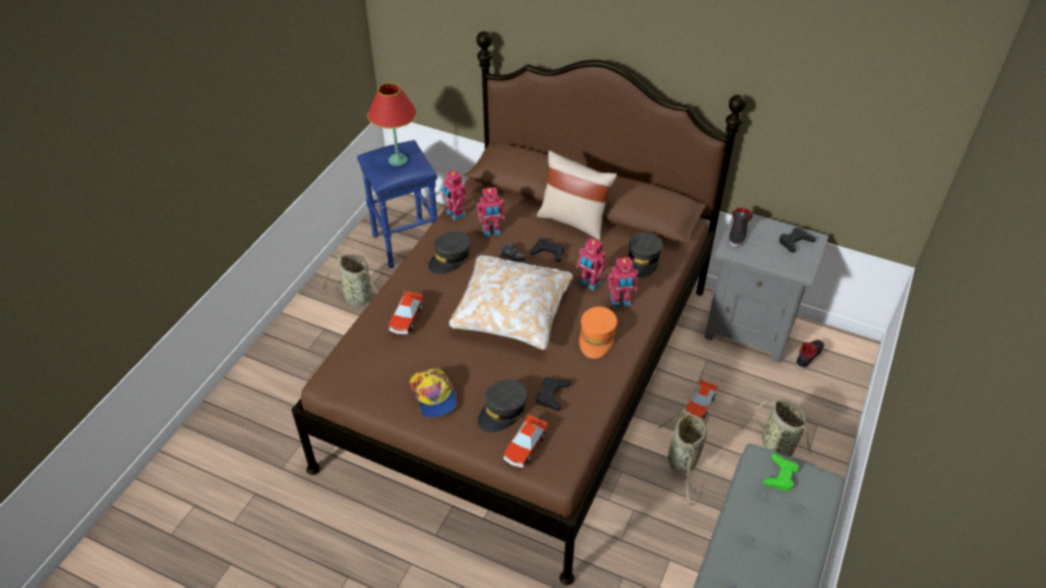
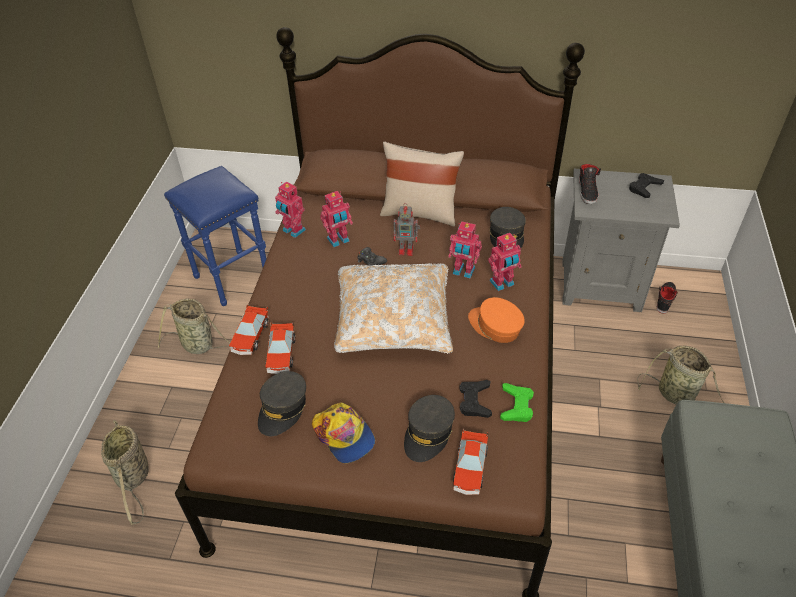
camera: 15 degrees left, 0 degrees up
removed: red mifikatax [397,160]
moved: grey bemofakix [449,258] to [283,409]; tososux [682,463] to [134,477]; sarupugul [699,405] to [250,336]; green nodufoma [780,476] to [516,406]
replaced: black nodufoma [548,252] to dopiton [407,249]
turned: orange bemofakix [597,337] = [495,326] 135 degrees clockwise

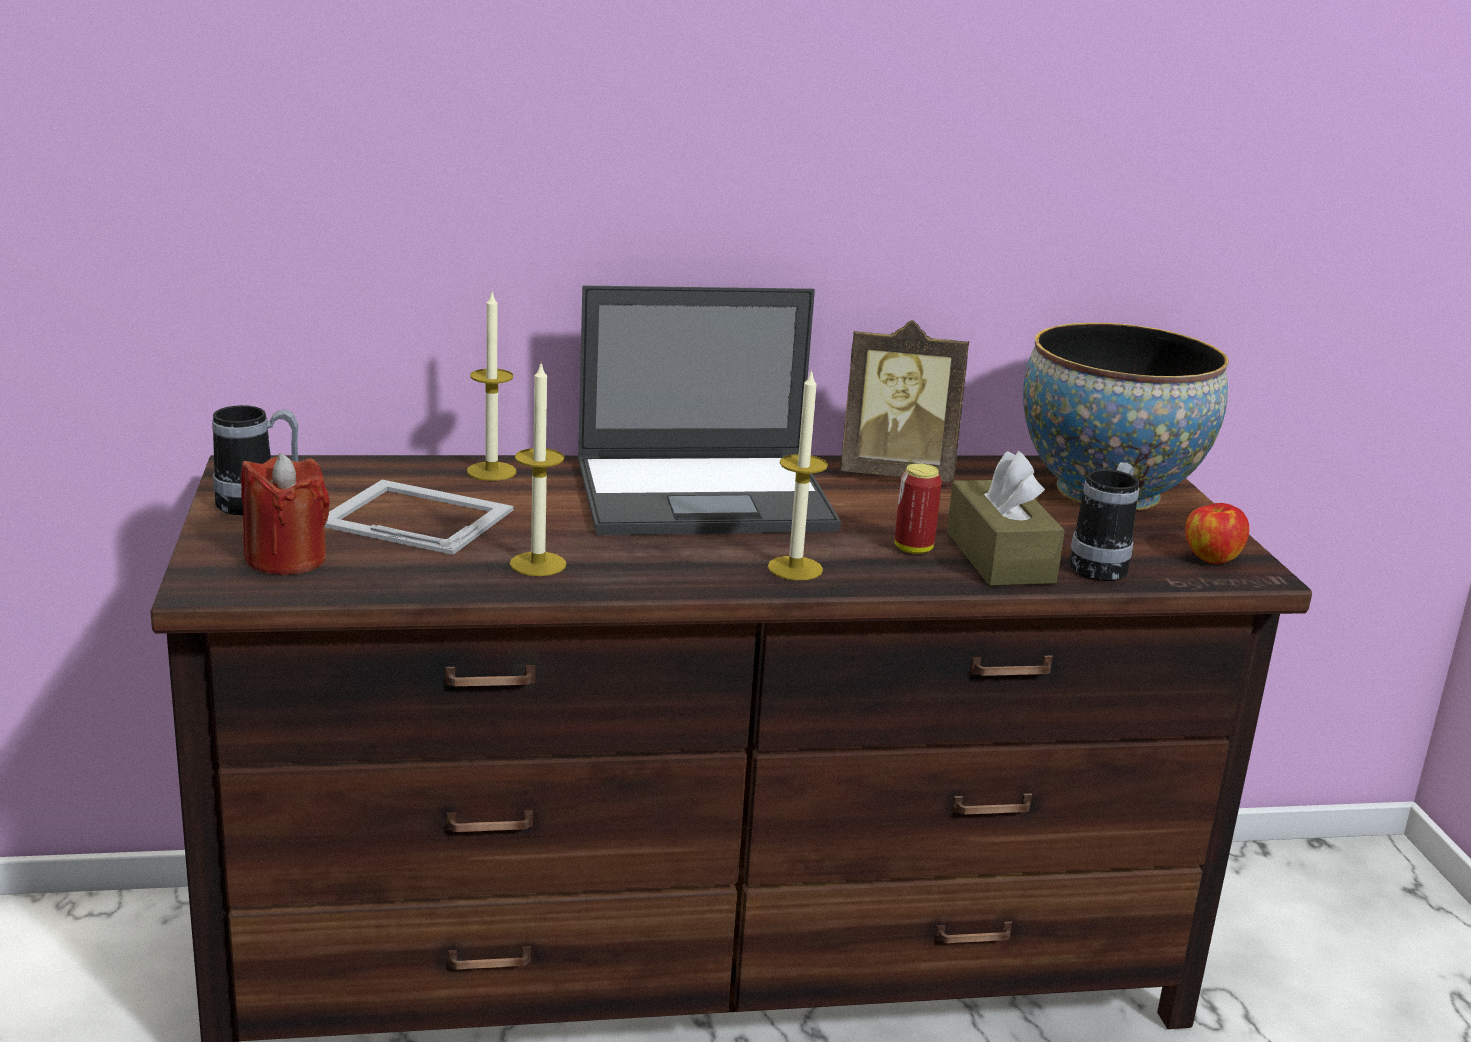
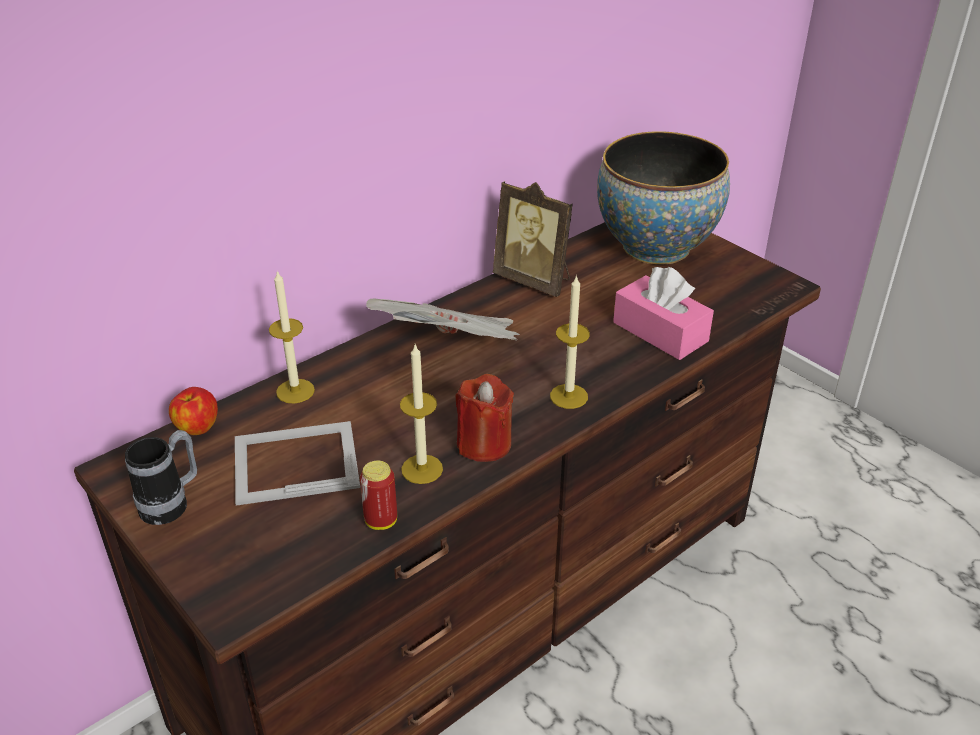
camera: 30 degrees left, 15 degrees up
removed: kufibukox [1102,565]
moved: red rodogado [286,559] to [484,444]; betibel [913,549] to [381,521]; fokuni [1211,558] to [197,427]
replaced: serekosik [707,496] to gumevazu [452,352]
recoloured: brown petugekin [999,557] to pink petugekin [660,332]
turned: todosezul [896,473] = [535,280] 60 degrees clockwise

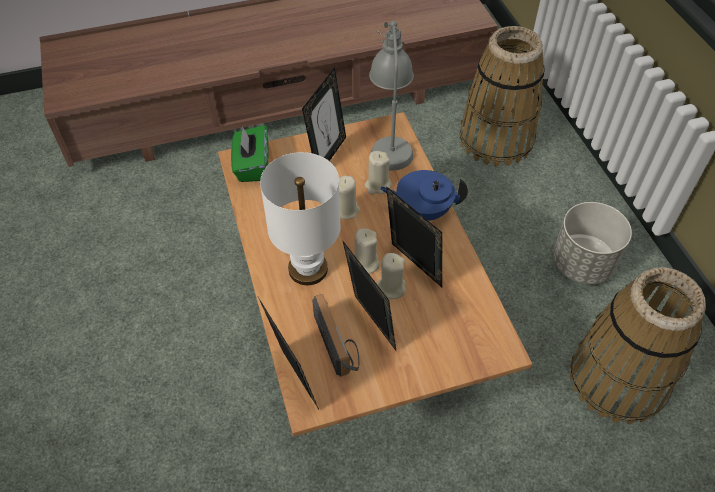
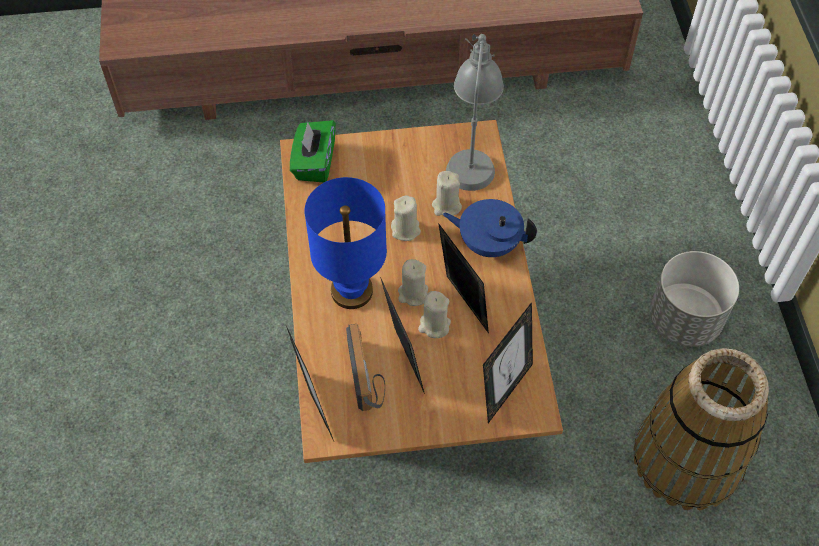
camera: 10 degrees right, 5 degrees up
removed: tososux [496,140]
moved: todosezul [327,155] to [505,389]
recoloured: white mifikatax [308,268] to blue mifikatax [352,290]

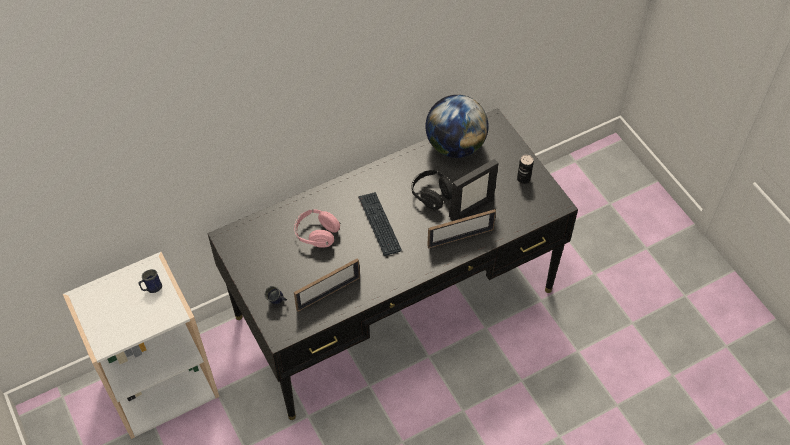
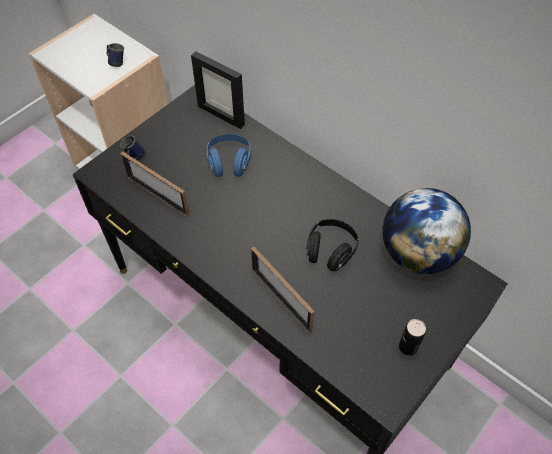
camera: 70 degrees right, 0 degrees up
removed: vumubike [379,224]
moved: todosezul [471,208] to [221,114]
recoloured: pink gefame [317,234] to blue gefame [229,163]

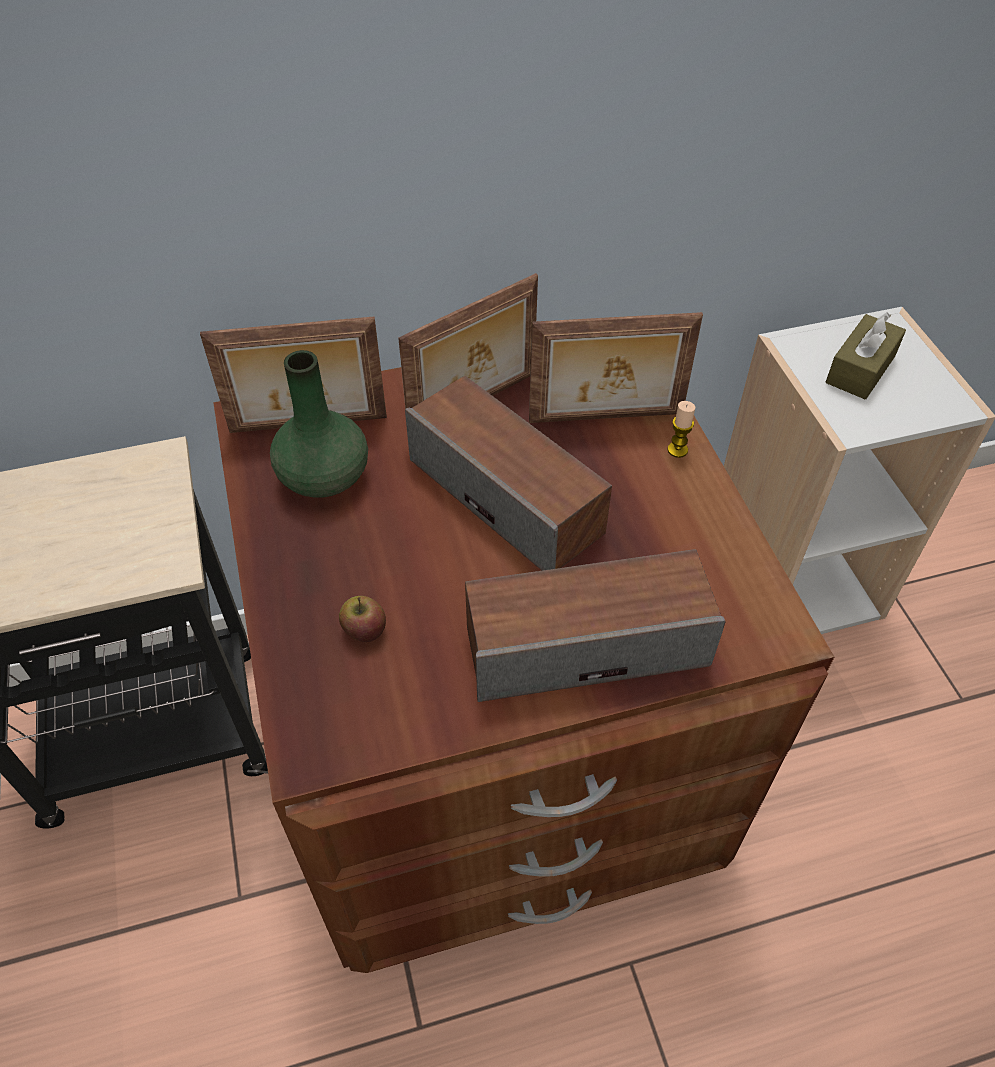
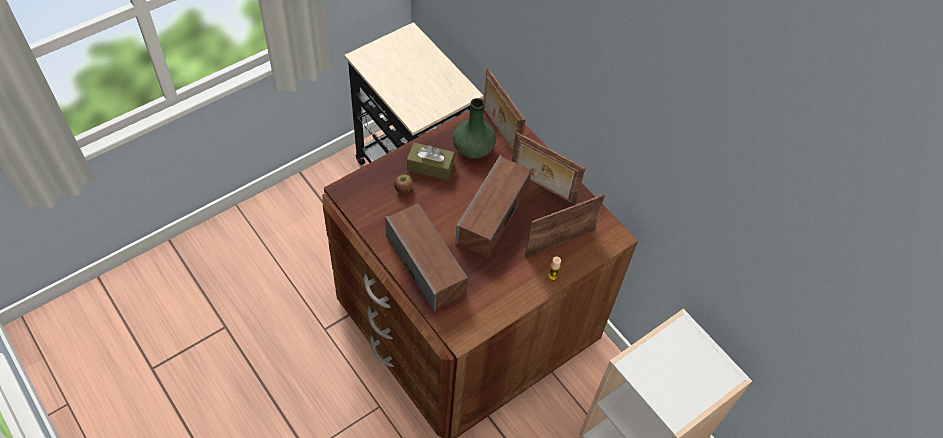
camera: 65 degrees right, 5 degrees up
moved: brown petugekin [860,369] to [430,167]
turned: todosezul [606,419] = [559,242] 90 degrees clockwise

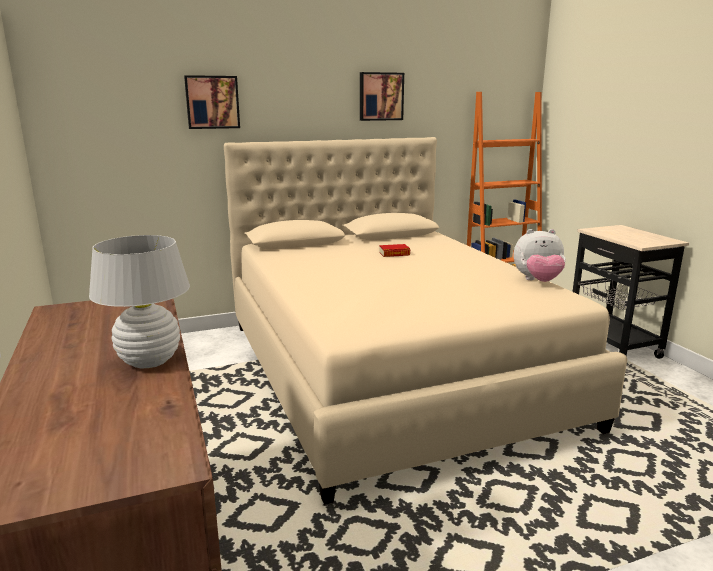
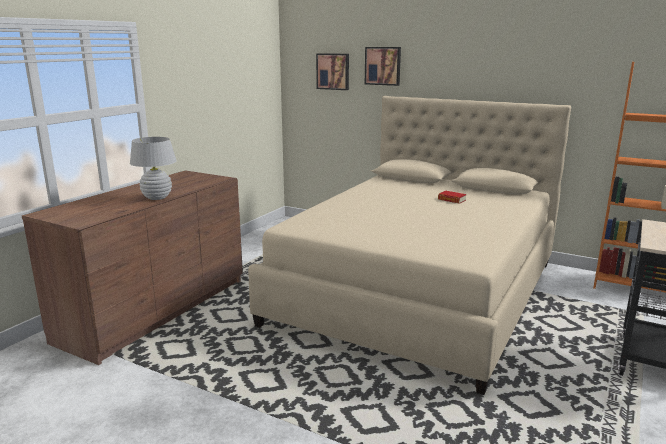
camera: 50 degrees right, 0 degrees up
removed: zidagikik [537,281]
moved: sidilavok [380,96] to [333,71]

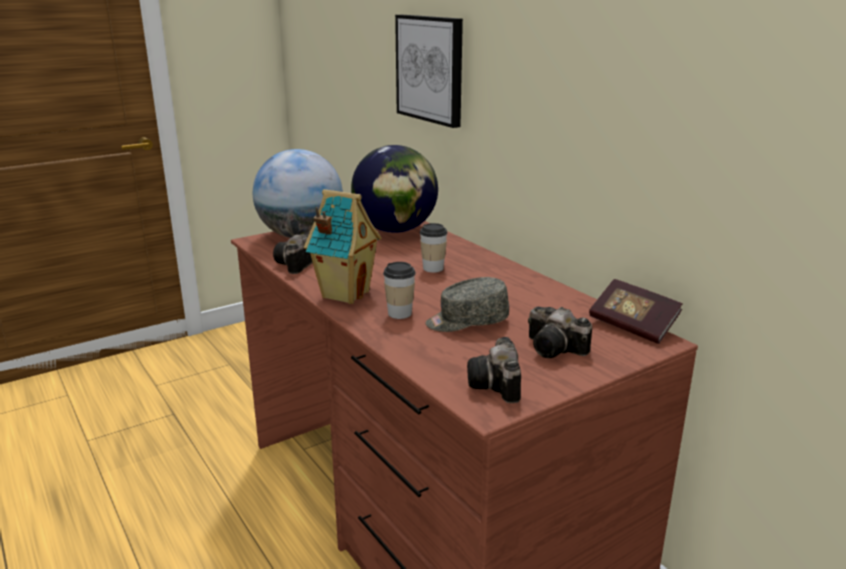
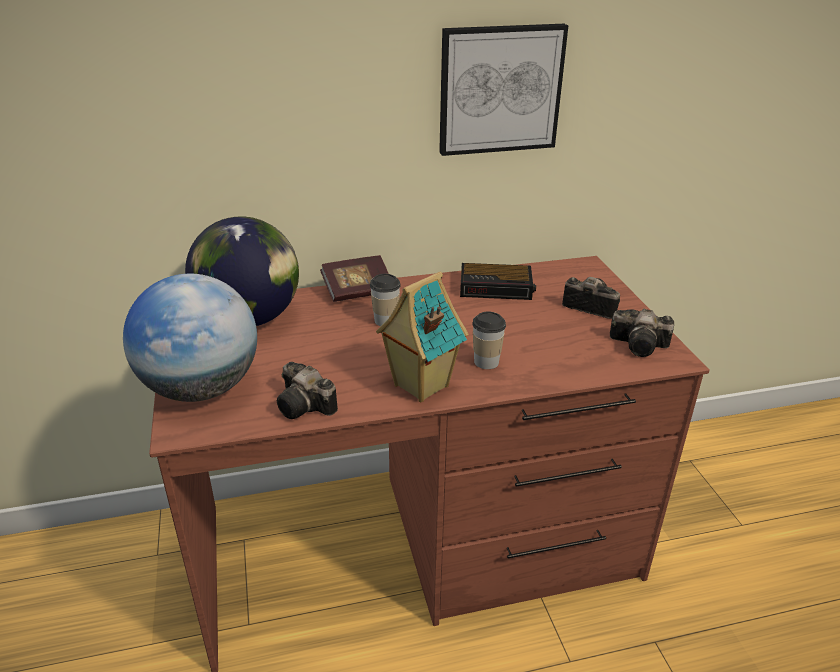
camera: 70 degrees left, 10 degrees up
removed: grey bemofakix [467,321]
added: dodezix [497,287]
moved: sidilavok [430,69] to [499,89]; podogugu [632,326] to [357,291]
turned: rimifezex [557,349] = [588,306] 120 degrees counterclockwise

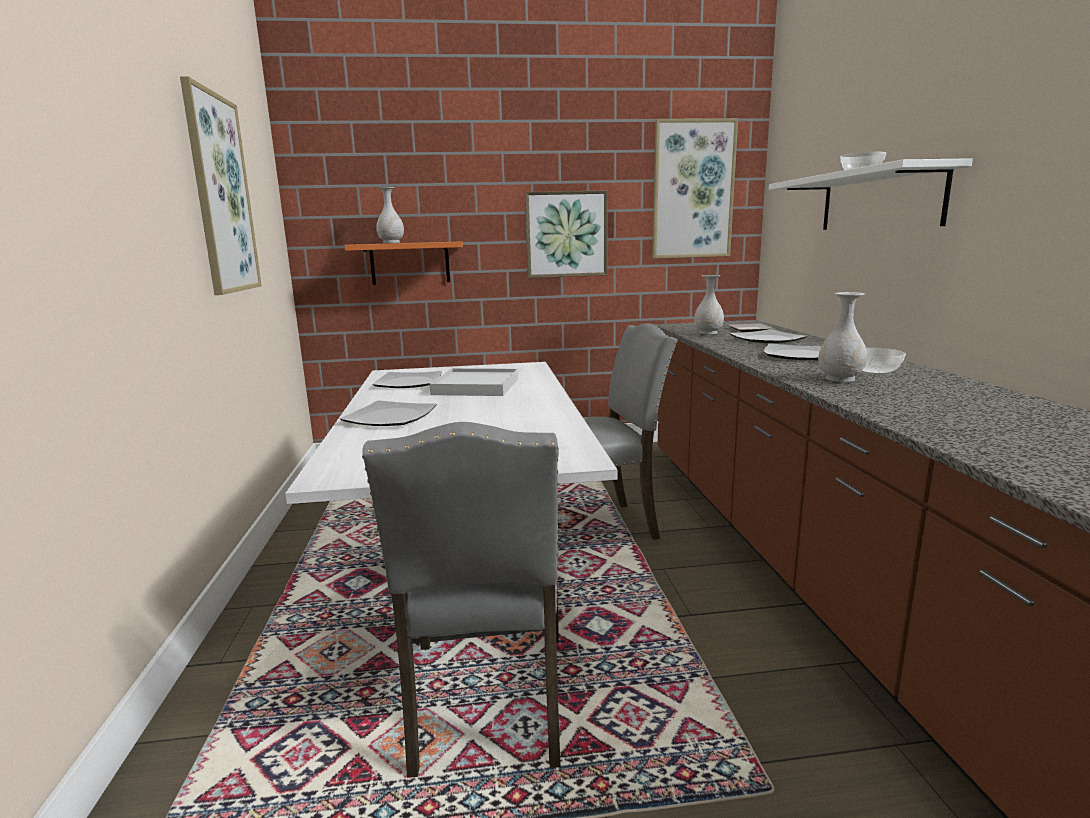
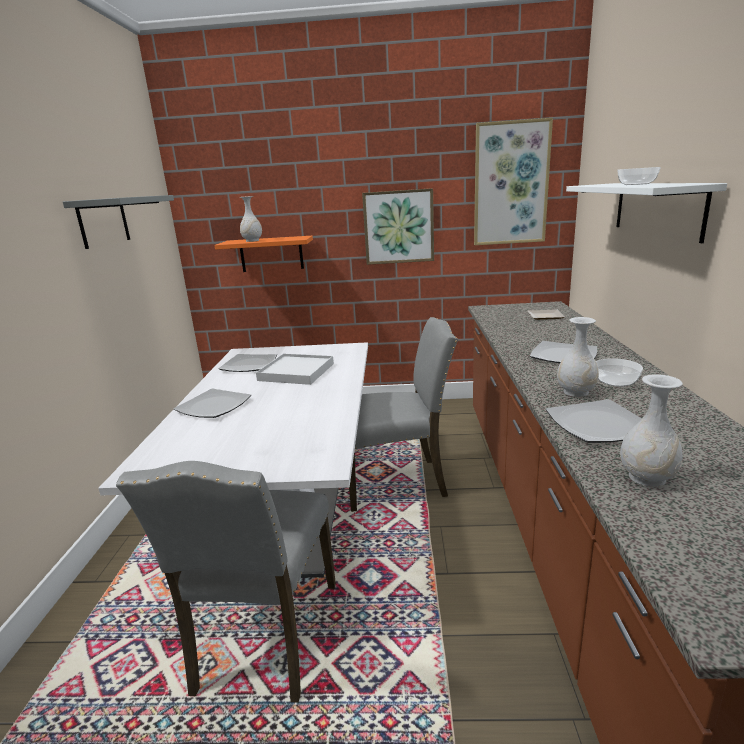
camera: 10 degrees right, 5 degrees up
moved: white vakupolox [708,333] to [647,478]; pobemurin [768,339] to [599,425]
replaced: sidilavok [221,195] to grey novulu [103,222]

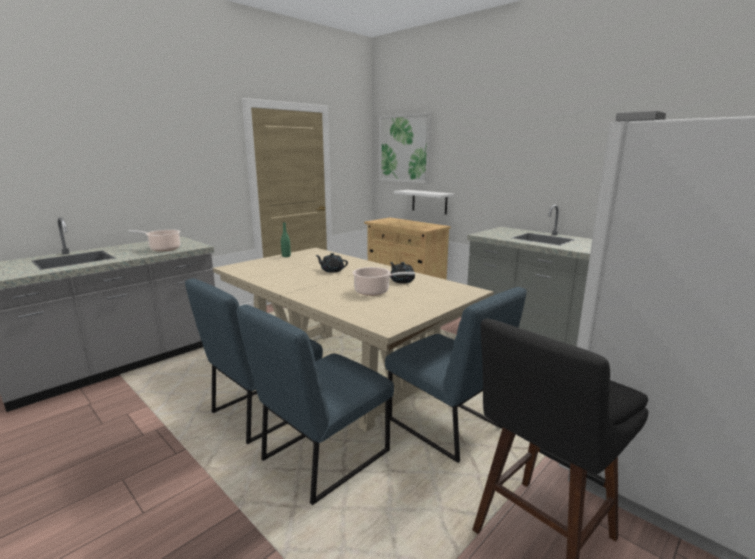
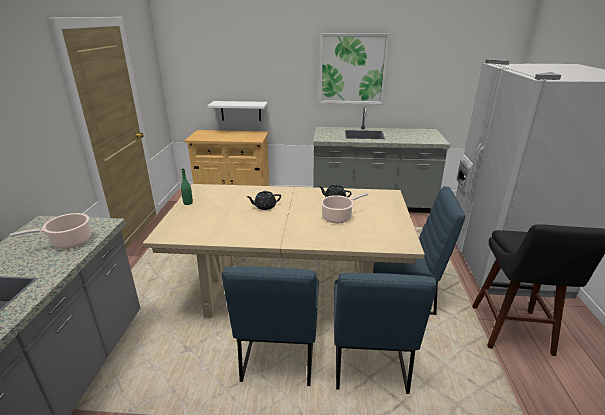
camera: 40 degrees left, 10 degrees up
moved: sidilavok [404,148] to [352,69]

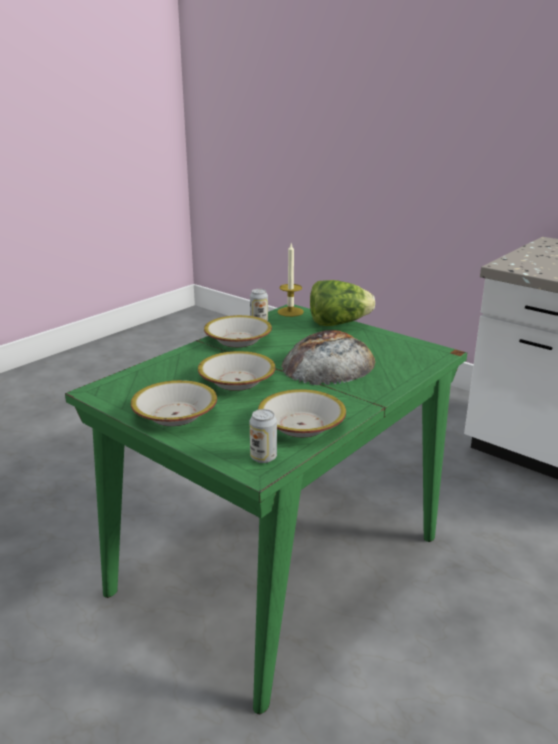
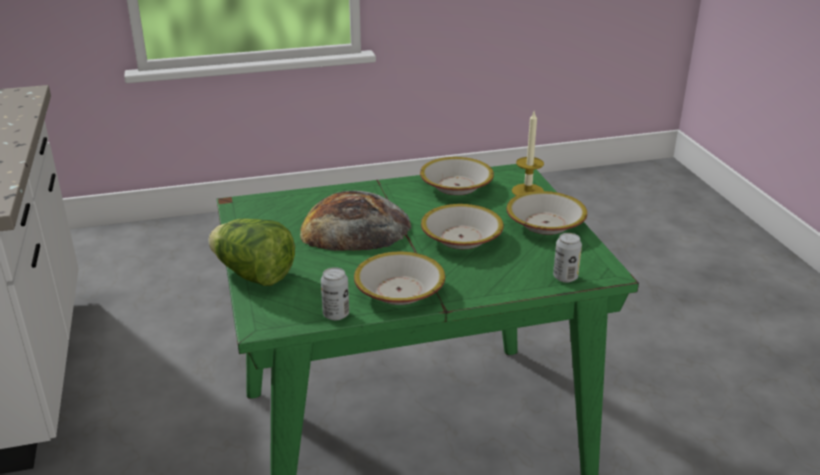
camera: 145 degrees left, 5 degrees up
moved: betibel [263,457] to [565,277]; rodogado [290,312] to [527,191]

